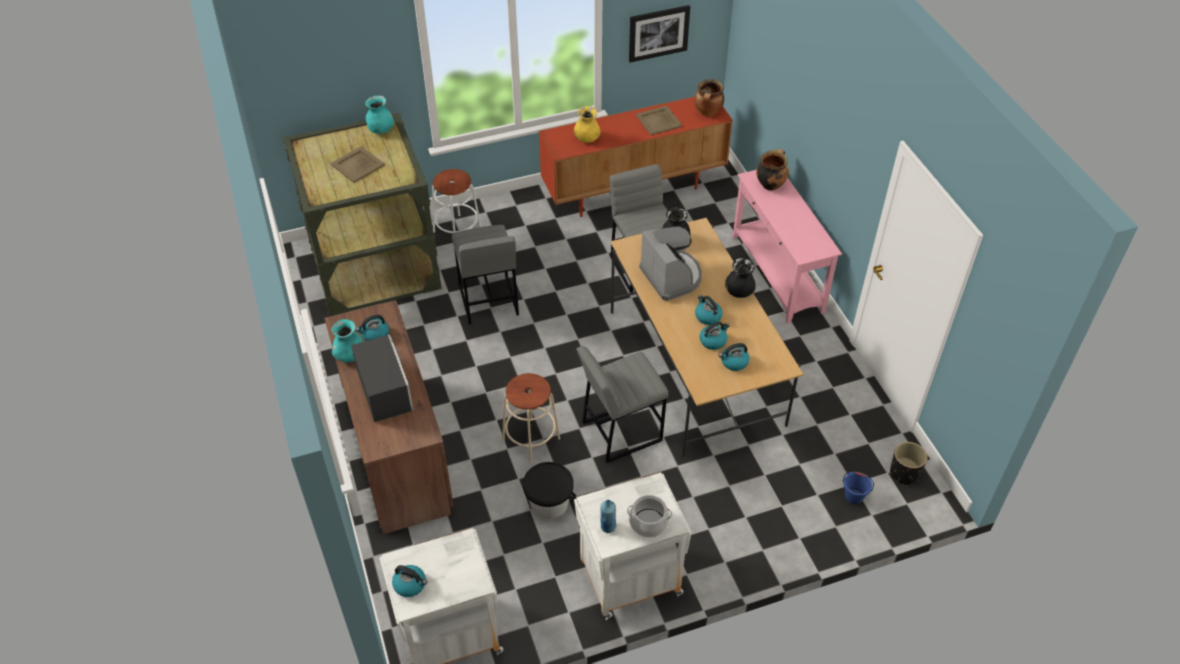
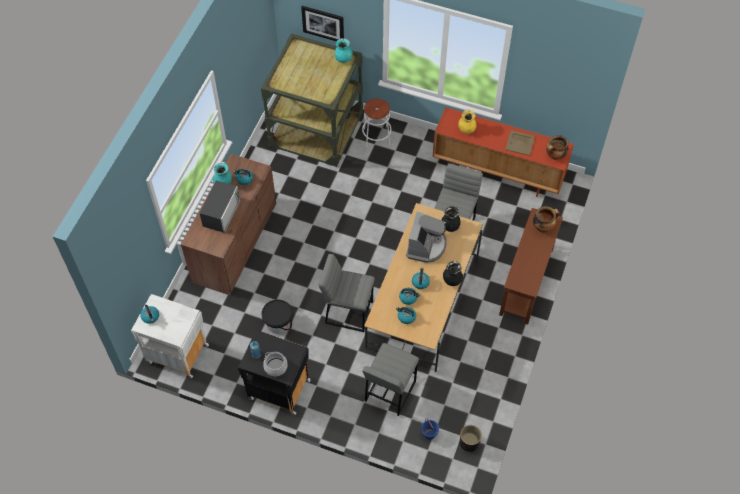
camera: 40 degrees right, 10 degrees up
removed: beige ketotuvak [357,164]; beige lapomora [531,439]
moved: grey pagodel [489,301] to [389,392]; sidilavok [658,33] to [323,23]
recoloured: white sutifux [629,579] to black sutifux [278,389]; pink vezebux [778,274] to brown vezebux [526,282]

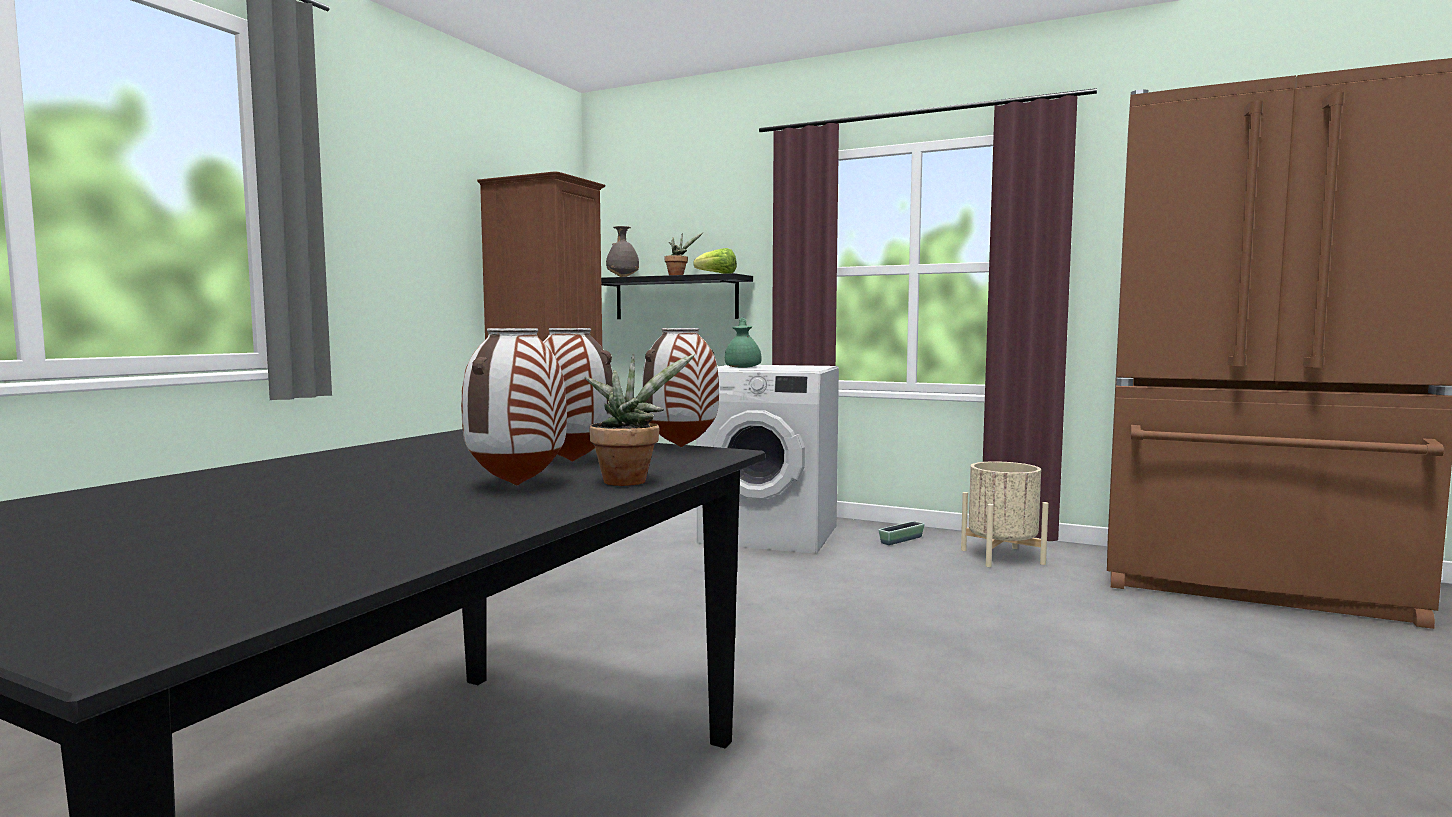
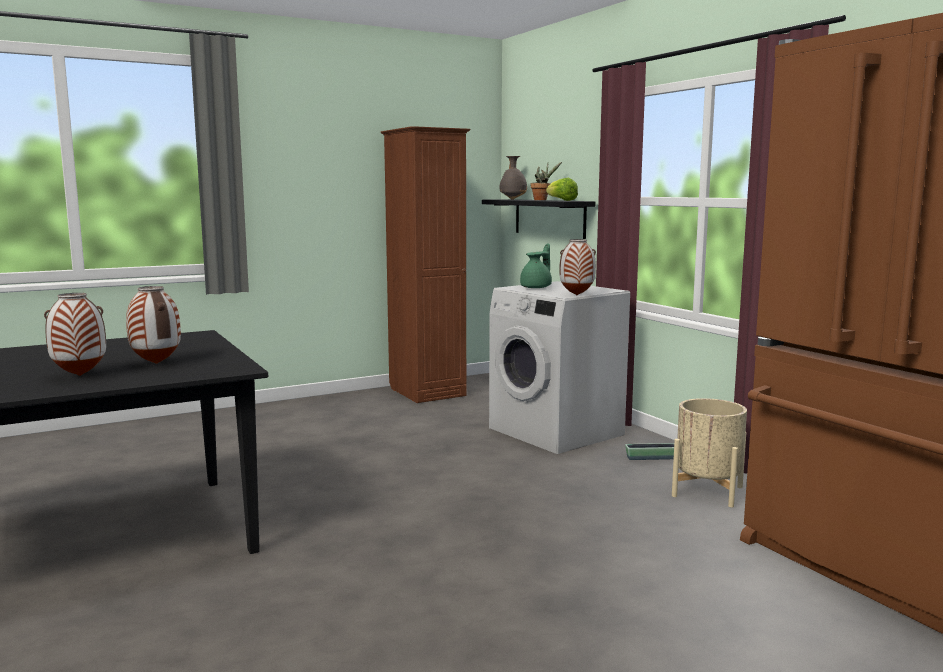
camera: 35 degrees right, 5 degrees up
removed: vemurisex [629,480]
moved: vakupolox [680,447] to [576,295]

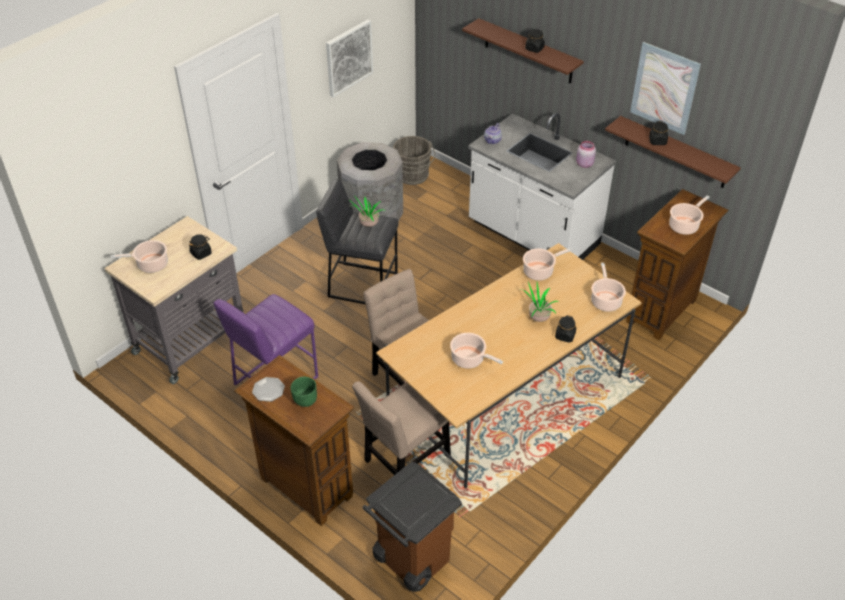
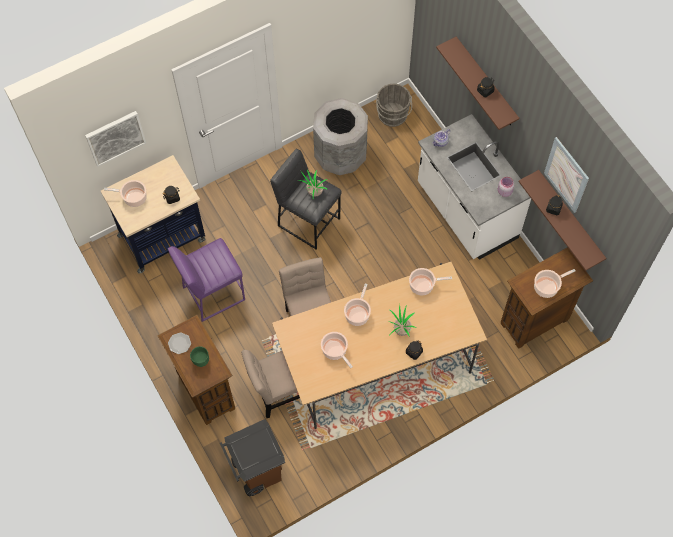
camera: 20 degrees right, 20 degrees up
moved: sidilavok [348,57] to [115,137]; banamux [605,300] to [357,314]
recoloured: grey sutifux [190,341] to blue sutifux [162,237]

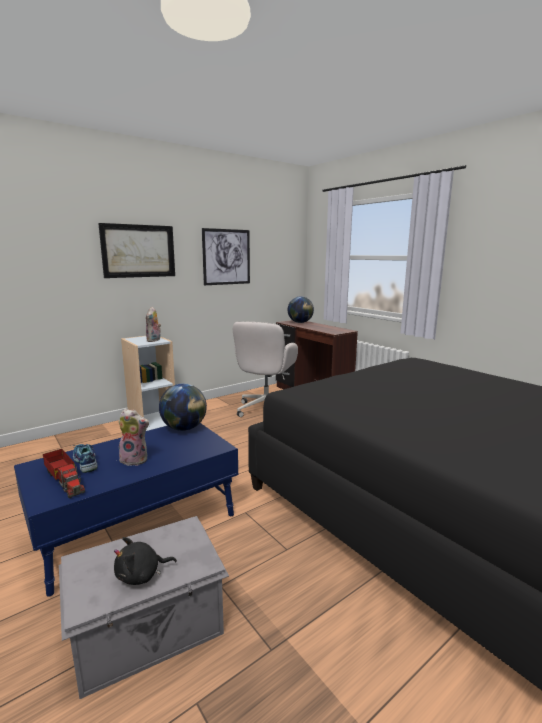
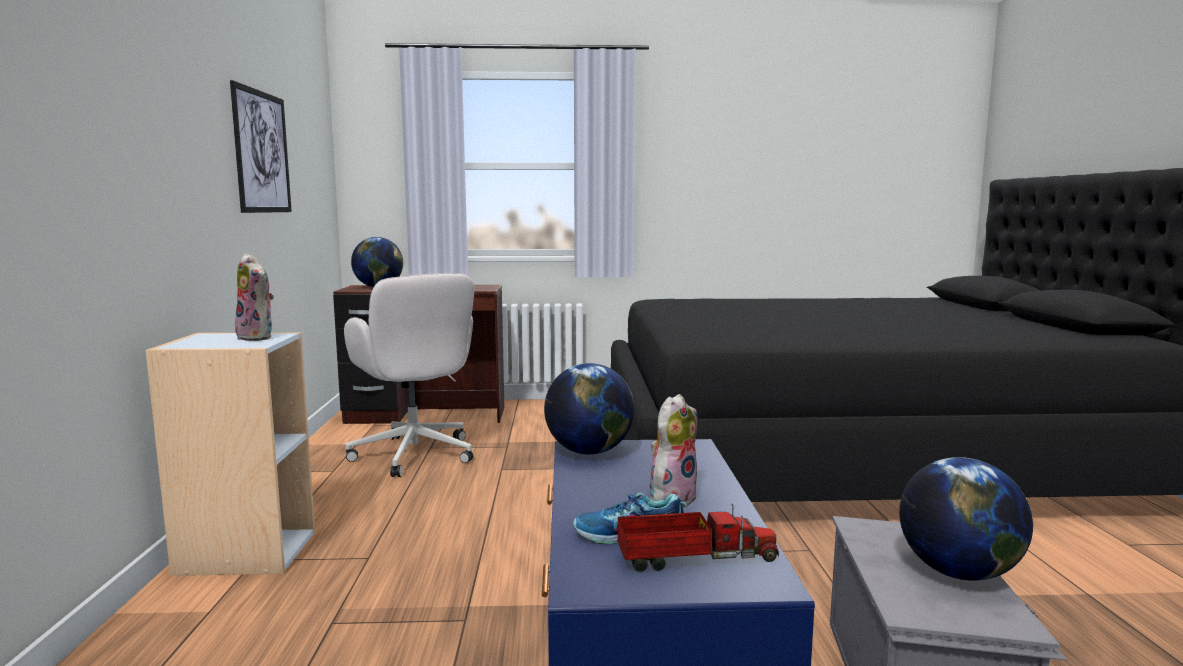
camera: 55 degrees left, 5 degrees down
removed: sidilavok [138,251]
replaced: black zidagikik [141,575] to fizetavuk [958,573]

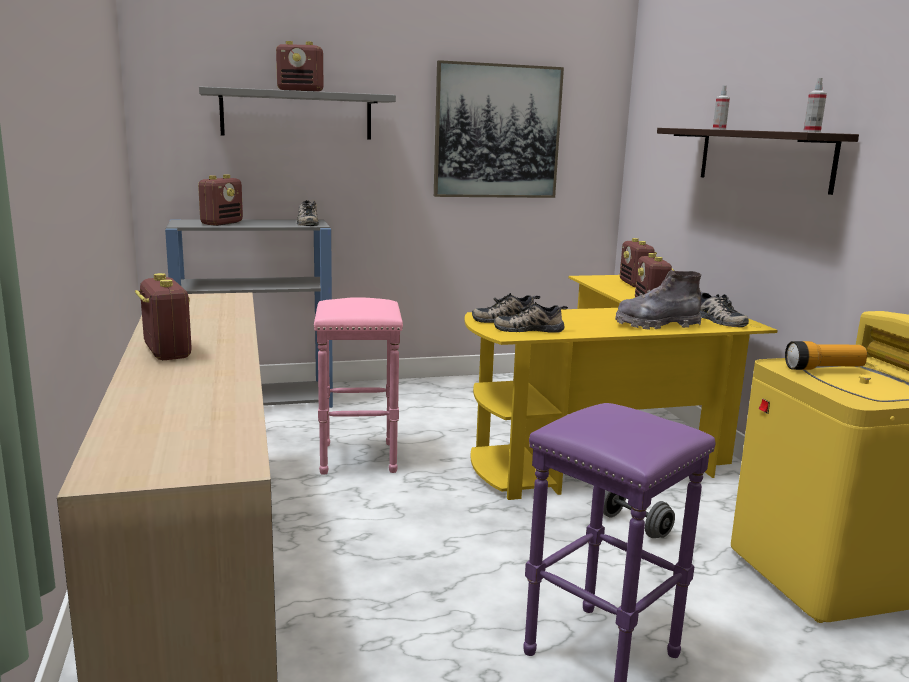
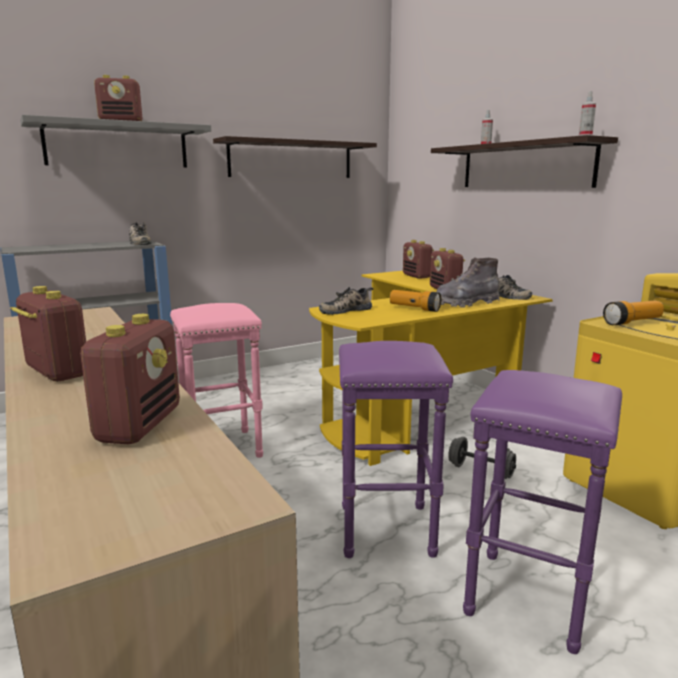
camera: 15 degrees left, 0 degrees up
removed: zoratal [529,329]
added: purple lapomora [384,528]; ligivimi [414,308]
moved: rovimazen [222,223] to [139,425]
replaced: sidilavok [497,131] to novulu [291,159]

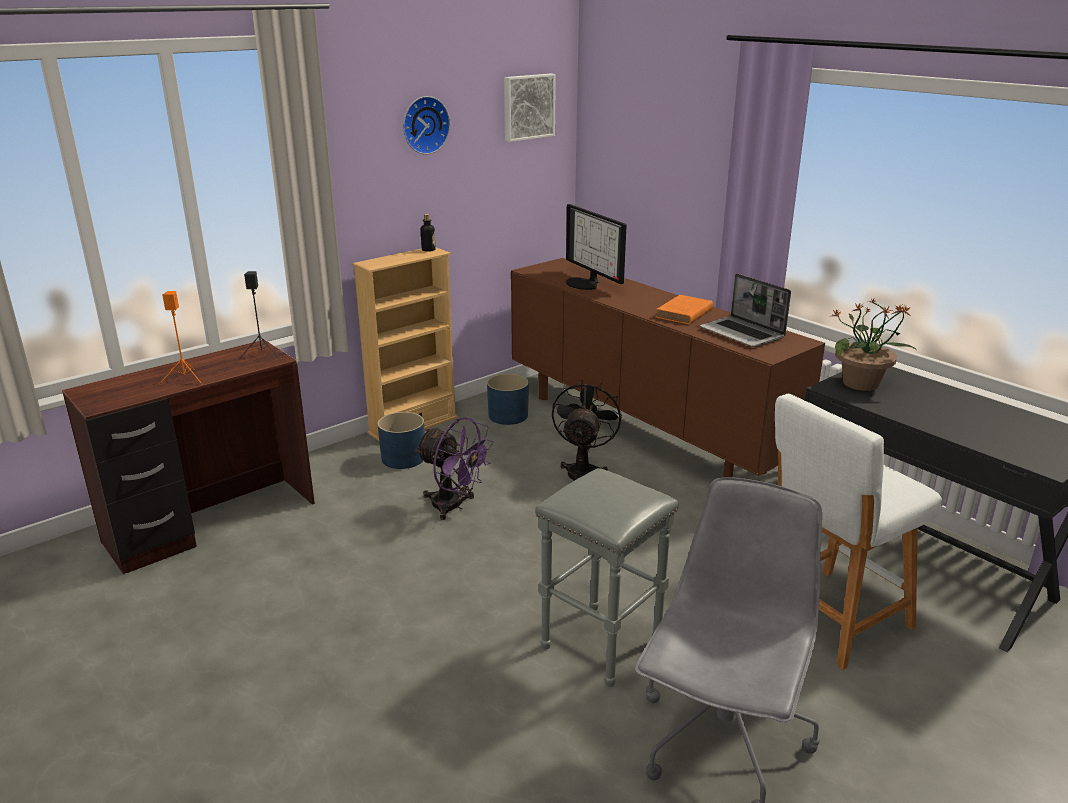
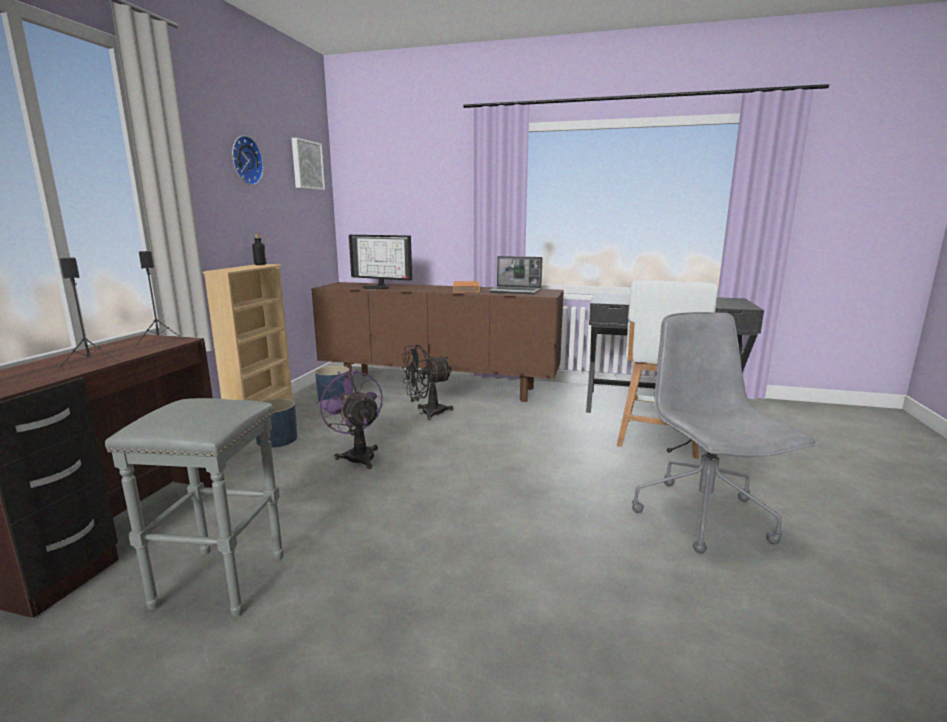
camera: 35 degrees left, 10 degrees down
removed: vemurisex [862,384]
moved: grey lapomora [602,645] to [221,581]
recoloured: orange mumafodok [186,379] to black mumafodok [90,362]
turned: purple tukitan [454,506] = [357,455] 120 degrees counterclockwise; black tukitan [583,471] = [426,413] 90 degrees counterclockwise

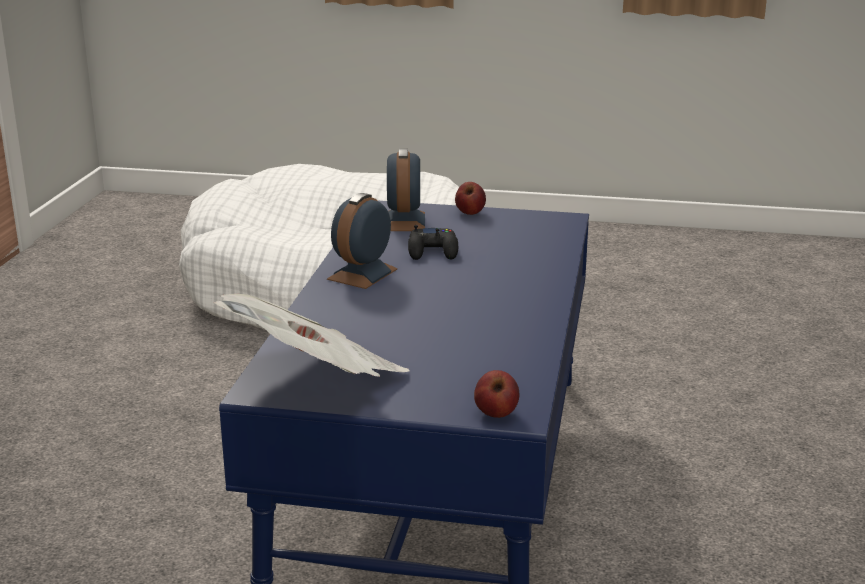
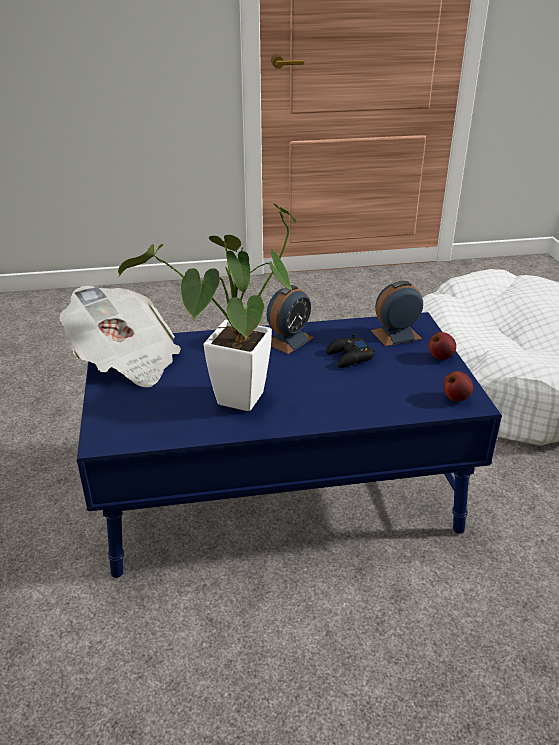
camera: 70 degrees right, 10 degrees up
added: vemurisex [235,405]
moved: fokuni [496,413] to [455,398]
turned: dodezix [362,274] = [288,340] 120 degrees clockwise

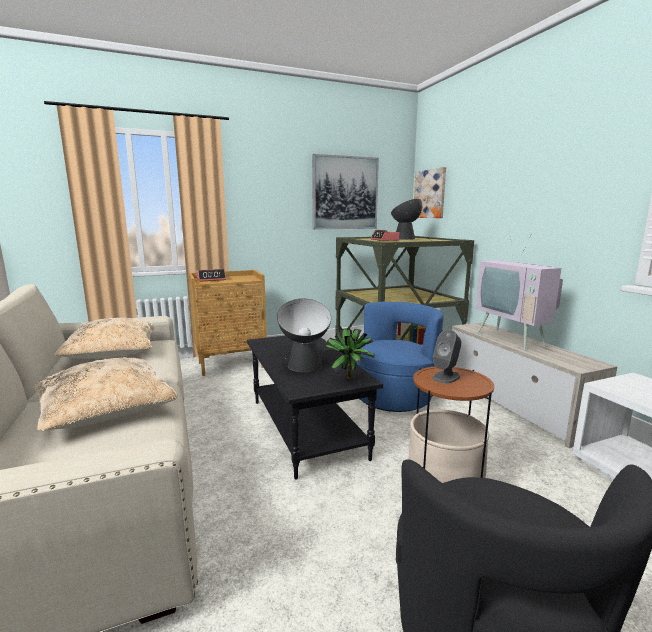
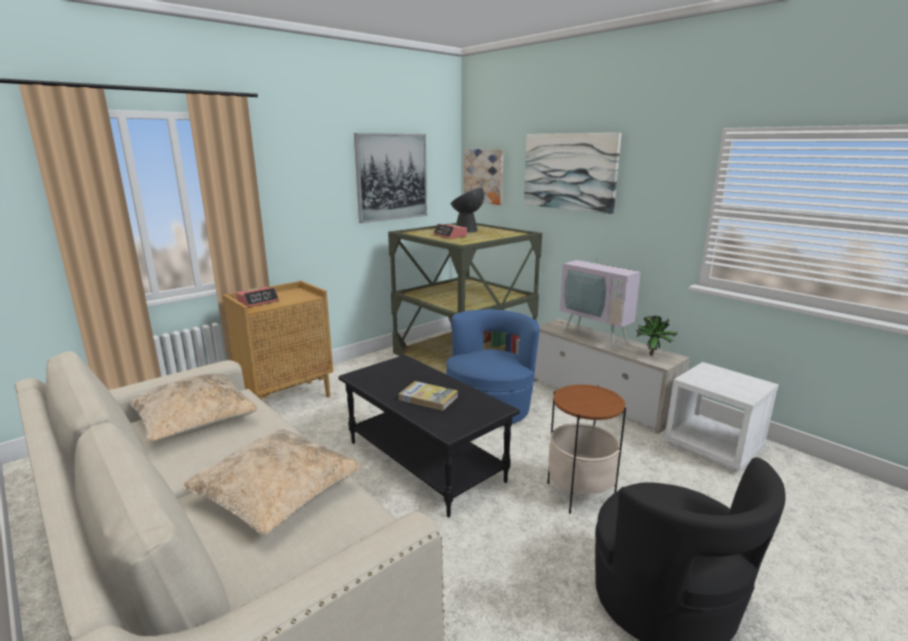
camera: 20 degrees left, 5 degrees up
removed: grey mumafodok [446,377]
added: sidilavok [569,171]
moved: vemurisex [350,379] to [653,355]
replaced: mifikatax [304,363] to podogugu [428,398]

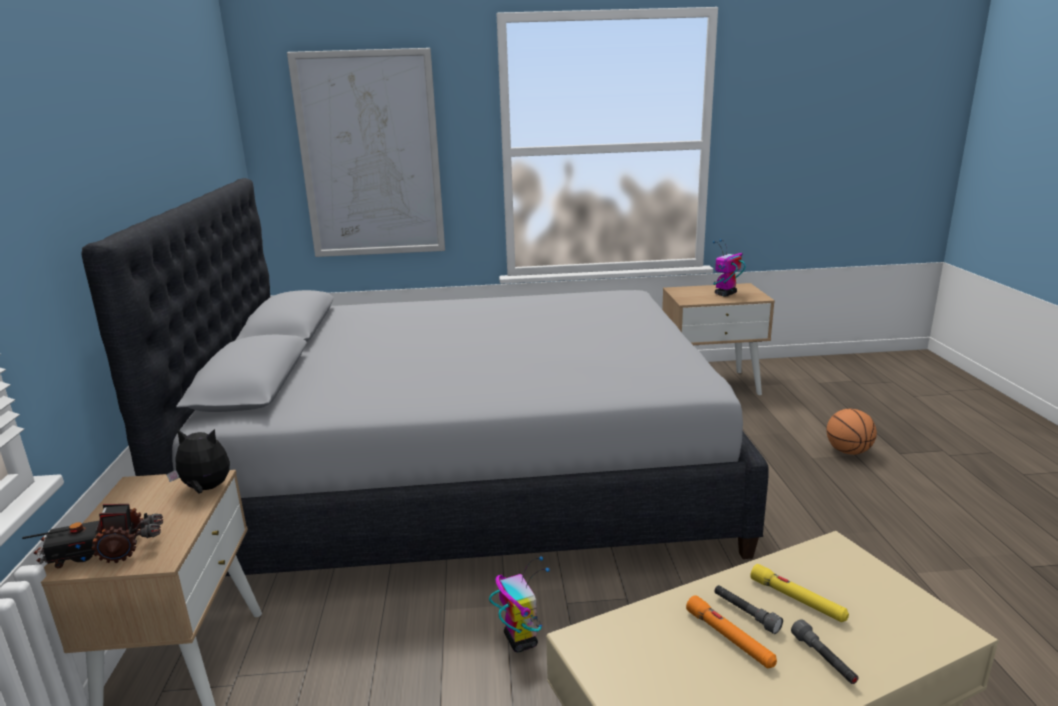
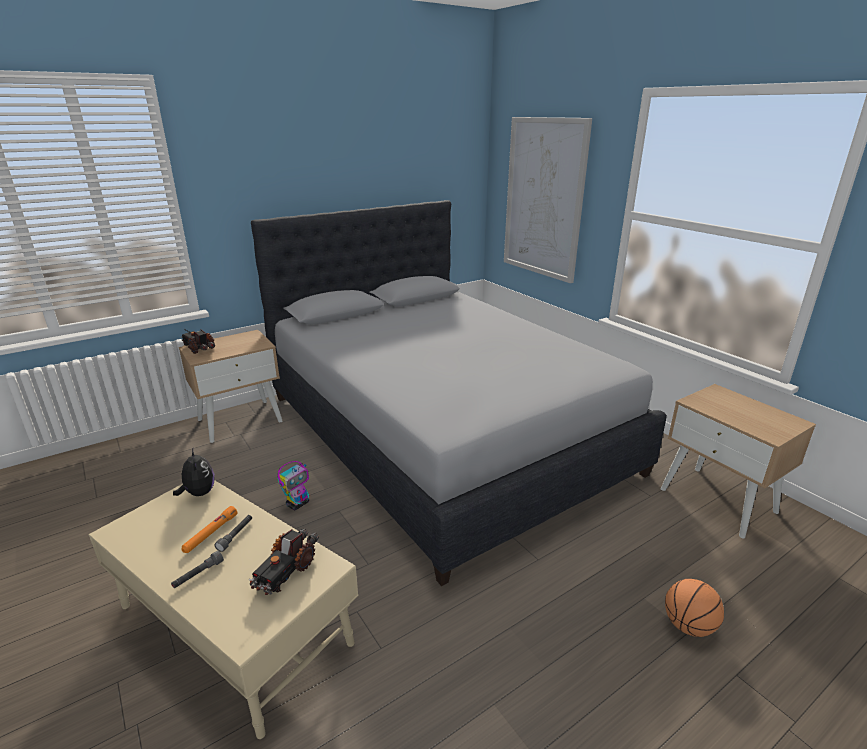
camera: 60 degrees right, 5 degrees up
removed: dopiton [725,294]; yellow ligivimi [797,600]
added: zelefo [286,570]
moved: zidagikik [206,489] to [199,493]

